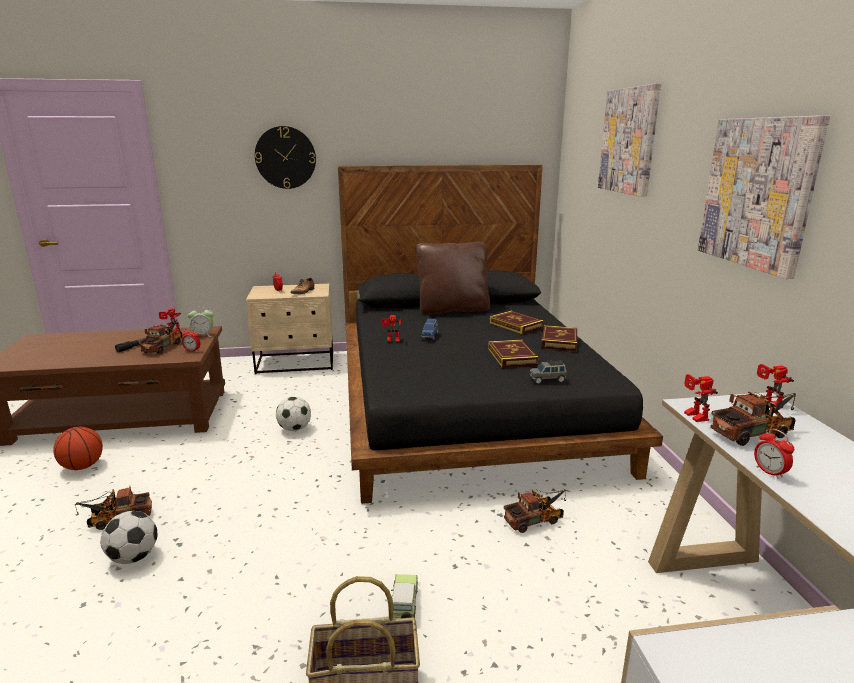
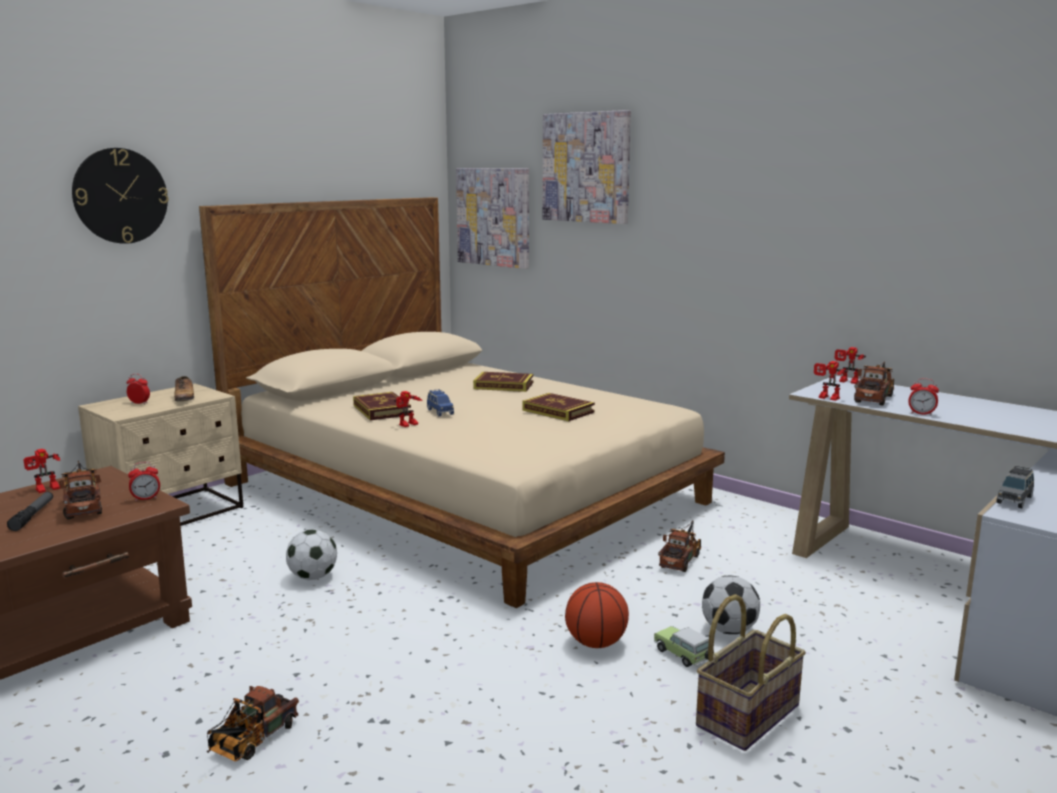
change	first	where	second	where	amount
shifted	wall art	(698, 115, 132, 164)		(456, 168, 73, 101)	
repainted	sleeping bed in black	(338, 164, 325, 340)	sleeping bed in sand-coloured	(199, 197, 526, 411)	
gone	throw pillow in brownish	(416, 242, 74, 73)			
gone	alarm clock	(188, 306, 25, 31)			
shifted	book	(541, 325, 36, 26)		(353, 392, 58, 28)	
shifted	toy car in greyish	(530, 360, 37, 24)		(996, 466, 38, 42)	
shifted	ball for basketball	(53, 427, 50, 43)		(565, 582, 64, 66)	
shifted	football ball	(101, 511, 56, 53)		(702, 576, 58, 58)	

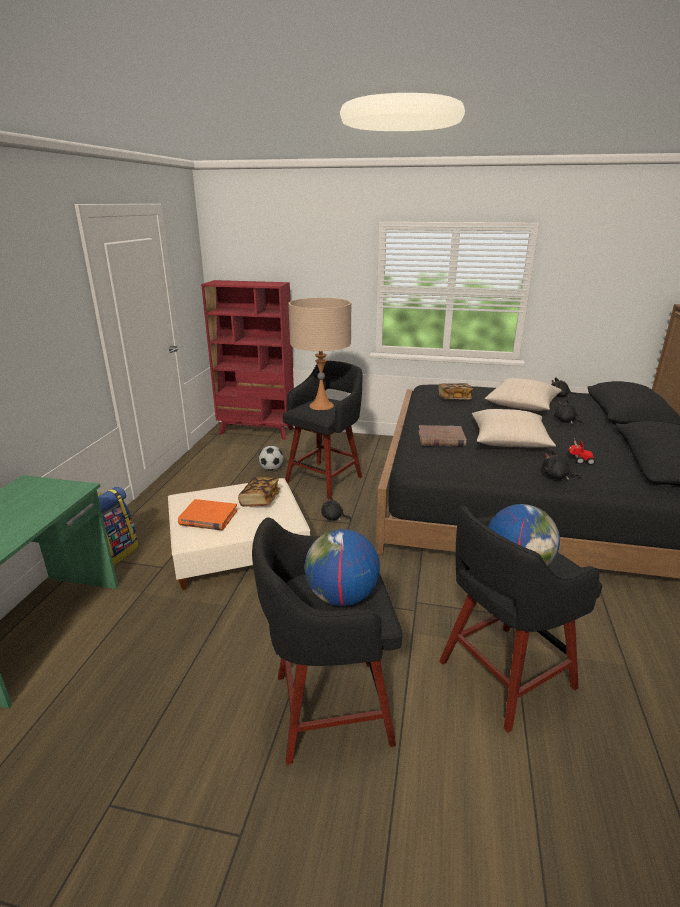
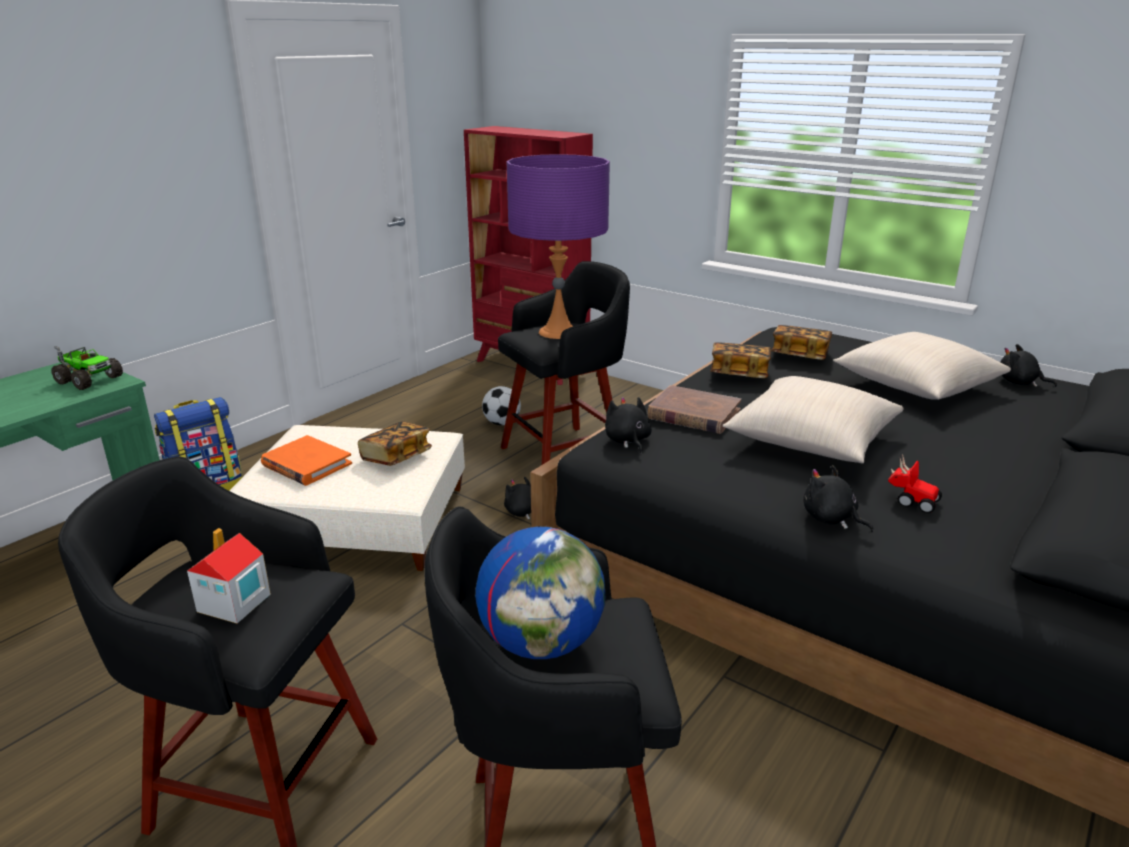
change	first	where	second	where	amount
repainted	table lamp in sand-coloured	(288, 298, 63, 112)	table lamp in purplish	(507, 154, 103, 185)	
shifted	plush toy in black	(554, 400, 30, 25)		(605, 397, 47, 57)	
swapped	desk globe	(305, 529, 75, 77)	miniature house	(187, 528, 84, 95)	
new			book	(710, 342, 61, 36)	
new			toy lorry	(51, 346, 72, 44)	

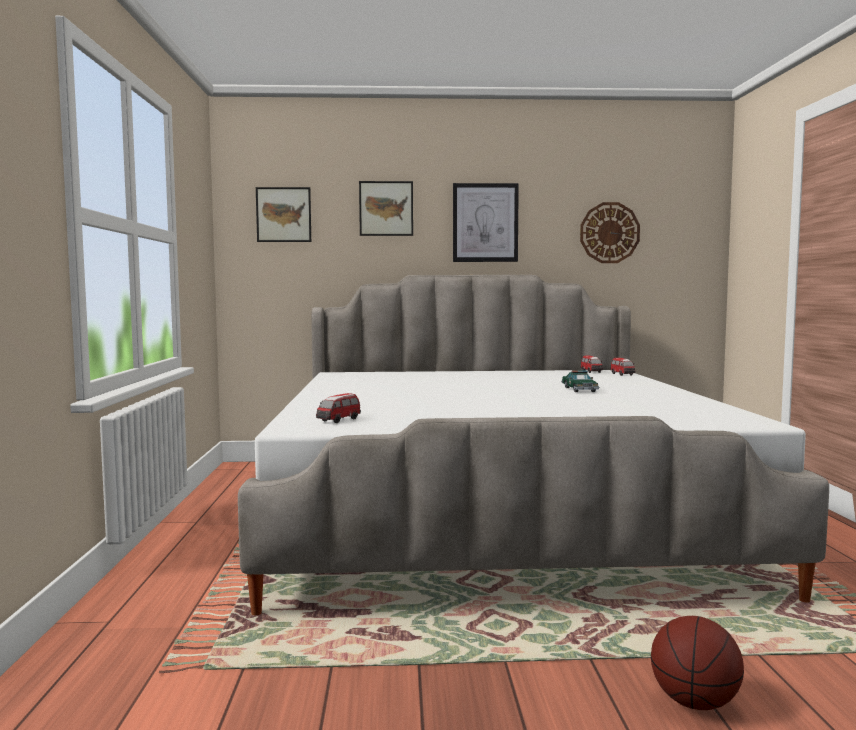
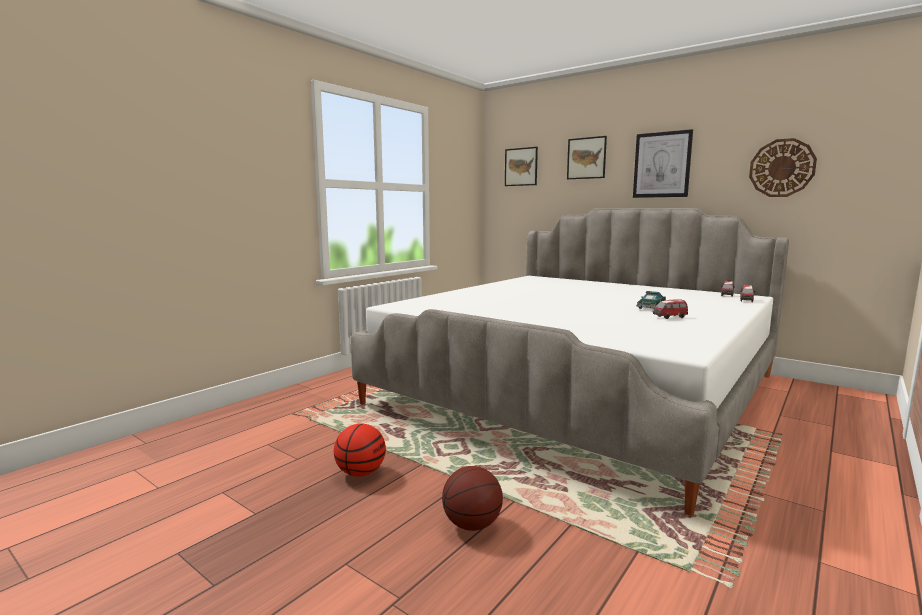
change	first	where	second	where	amount
shifted	toy car	(316, 393, 45, 30)		(653, 299, 35, 20)	
new			ball for basketball	(334, 424, 52, 53)	

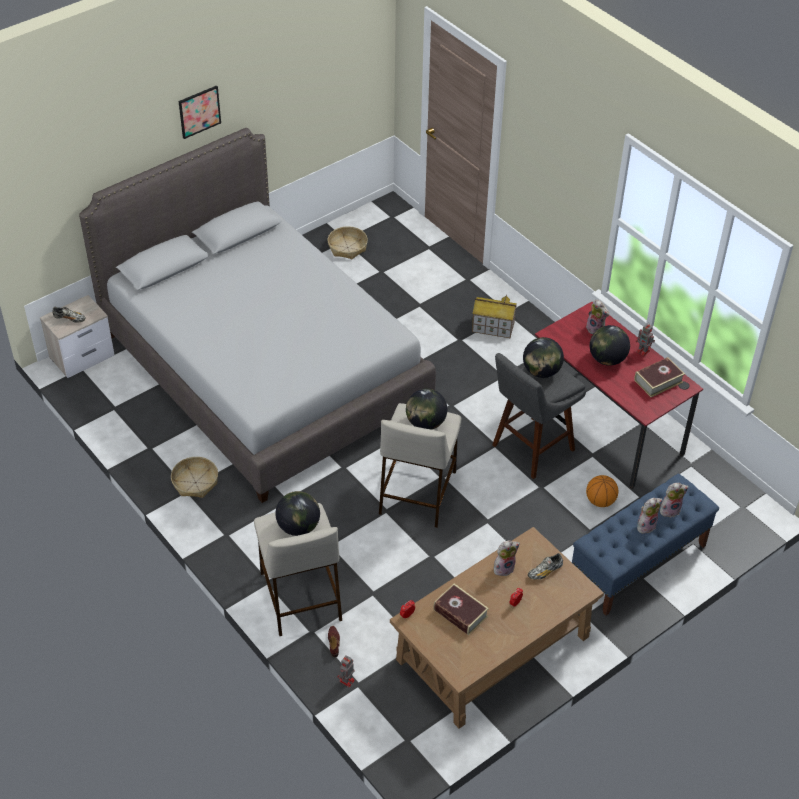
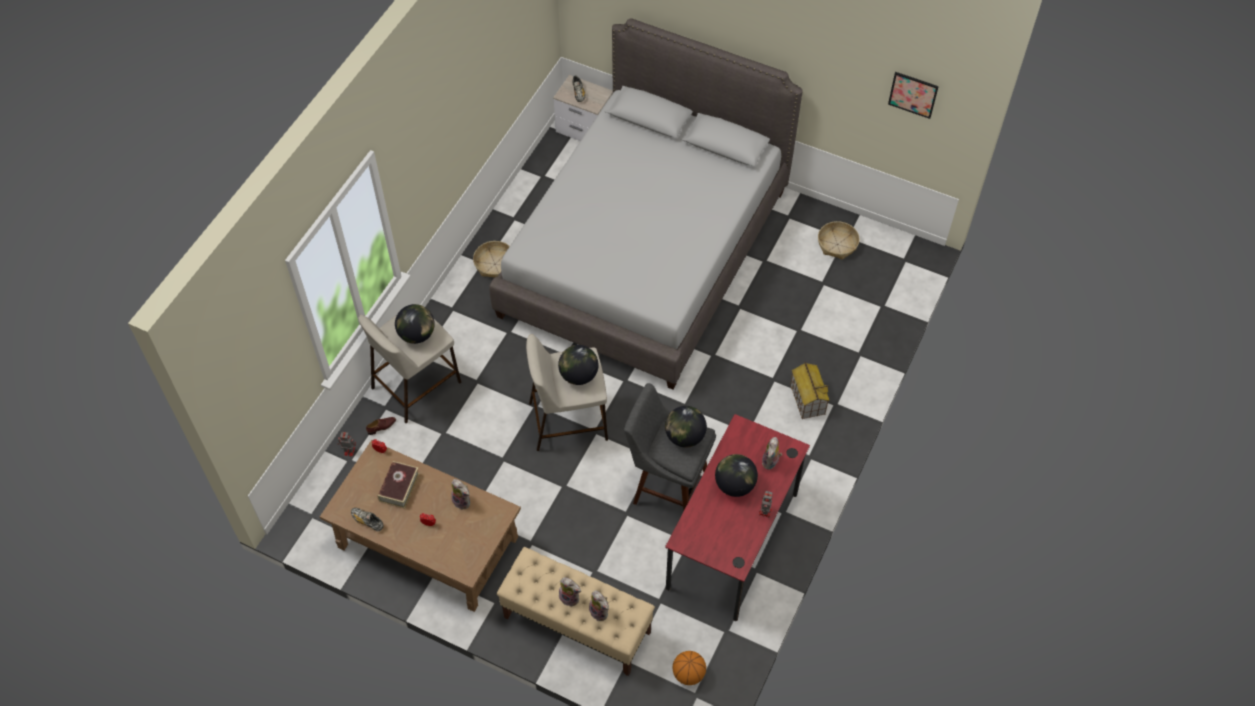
change	first	where	second	where	amount
shifted	wall art	(179, 85, 42, 54)		(888, 72, 51, 47)	
gone	book	(634, 357, 51, 40)			
repainted	long seat in blue-coloured	(572, 474, 147, 142)	long seat in sand-coloured	(497, 547, 158, 129)	
shifted	ball for basketball	(586, 475, 32, 32)		(673, 651, 33, 34)	
shifted	shoe	(528, 553, 35, 26)		(351, 508, 33, 23)	

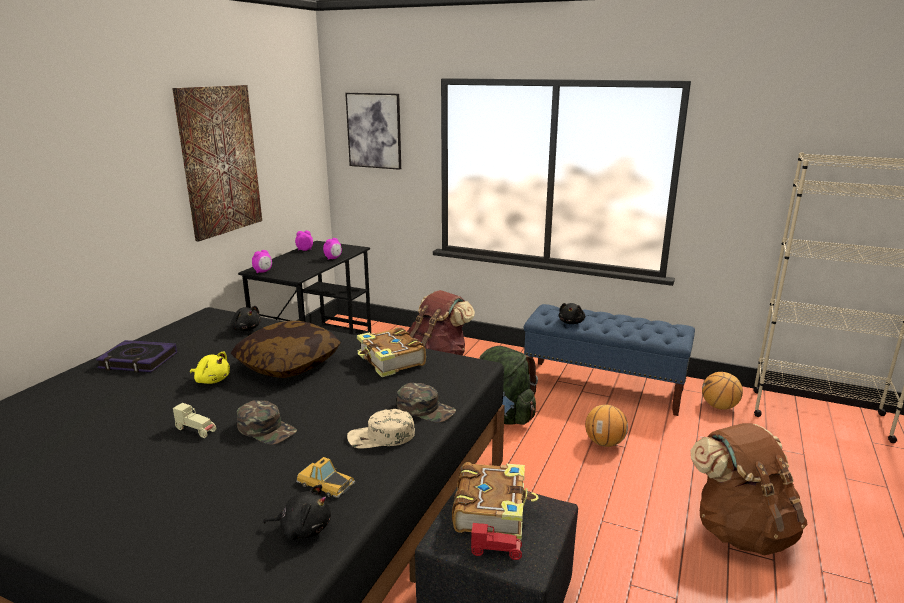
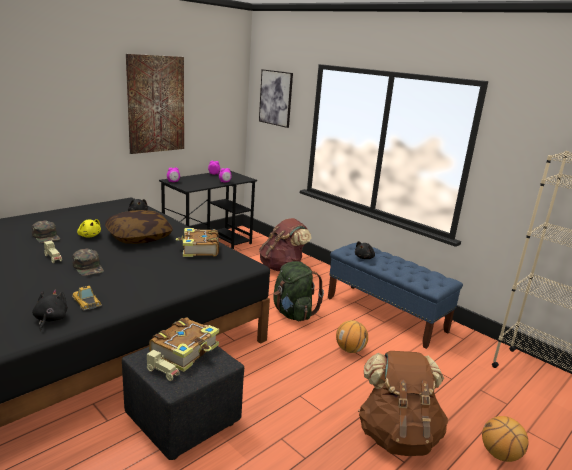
change	first	where	second	where	amount
gone	book	(96, 340, 81, 33)			
shifted	ball for basketball	(702, 372, 41, 38)		(482, 416, 47, 46)	
shifted	peaked cap in greenish	(397, 383, 59, 40)		(31, 221, 29, 22)	
gone	peaked cap in sand-coloured	(347, 409, 68, 40)			
rotated	plush toy in black	(263, 484, 68, 56)		(32, 290, 36, 41)	120 degrees counterclockwise
repainted	toy car in reddish	(471, 523, 51, 37)	toy car in sand-coloured	(147, 349, 33, 32)	

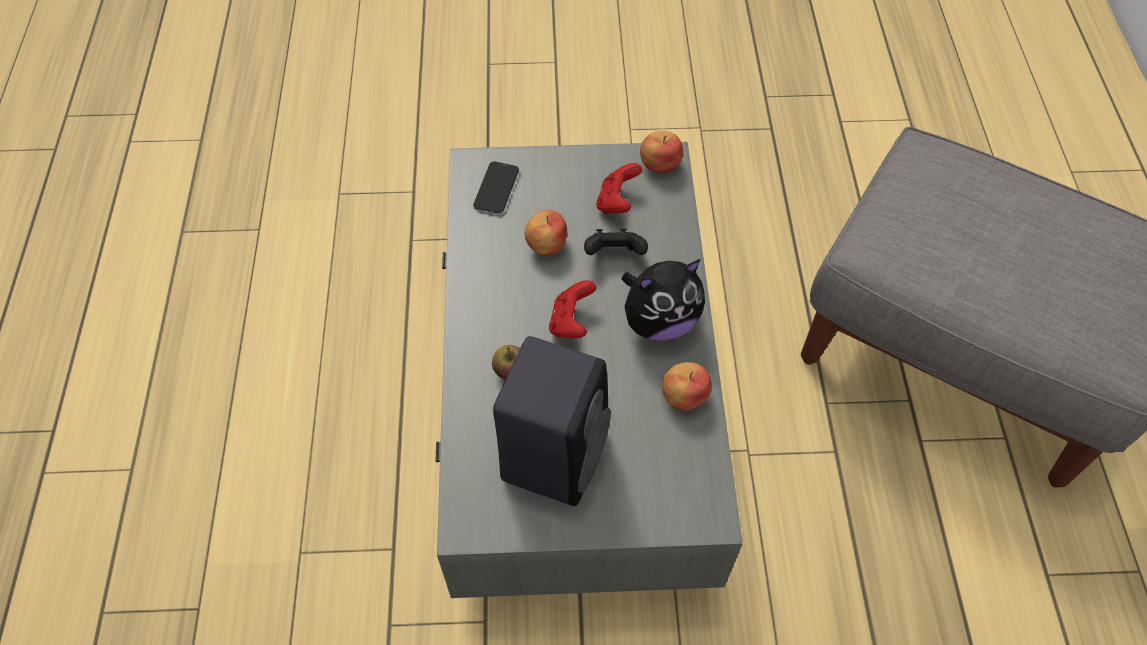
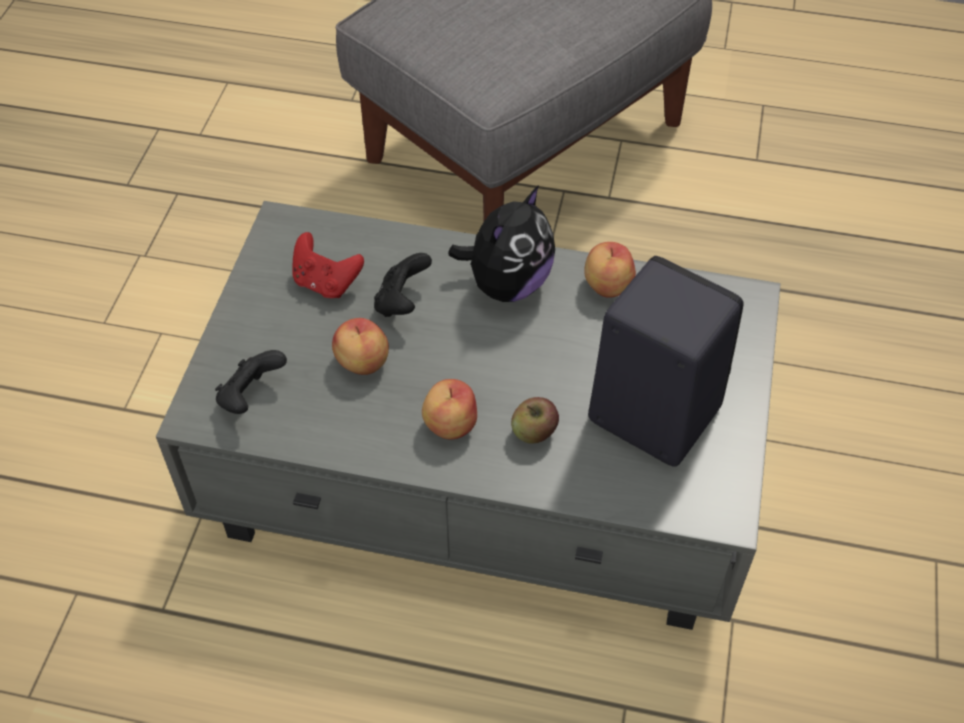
change	first	where	second	where	amount
shifted	apple fruit	(640, 131, 43, 42)		(422, 379, 55, 60)	
swapped	phone	(473, 162, 46, 52)	joypad in black	(215, 350, 72, 64)	
rotated	plush toy	(621, 259, 84, 82)		(448, 185, 107, 117)	45 degrees clockwise
gone	joypad in reddish	(549, 280, 47, 58)			

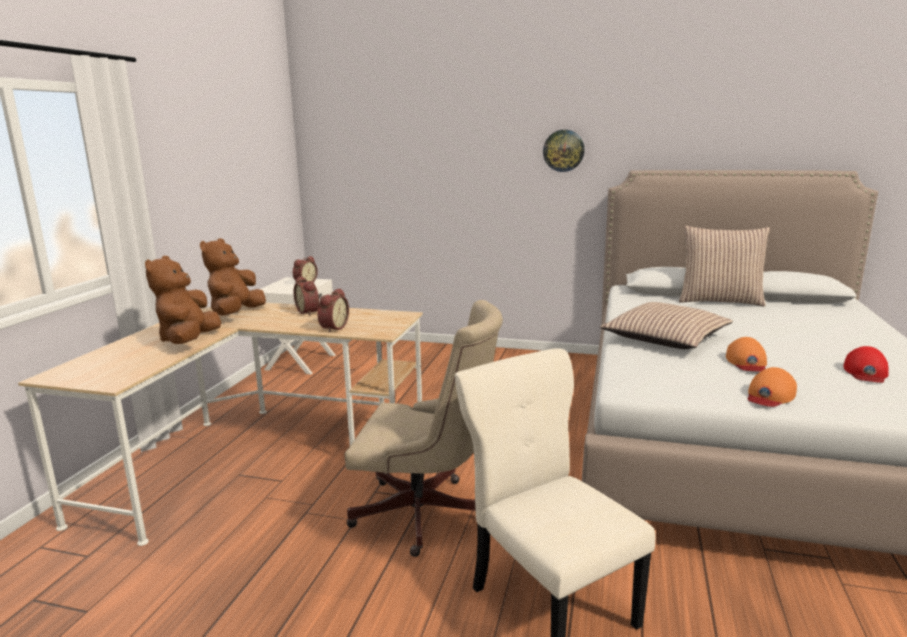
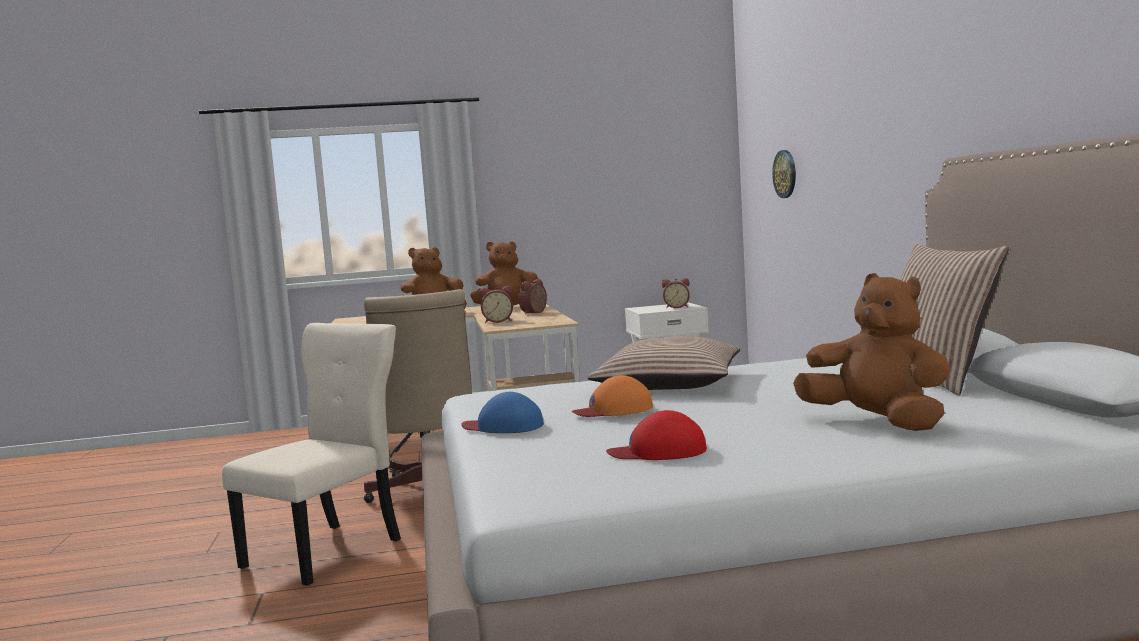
change	first	where	second	where	amount
shifted	wall clock	(543, 130, 42, 42)		(772, 150, 24, 48)	
repainted	peaked cap in orangey	(748, 367, 49, 40)	peaked cap in blue-coloured	(461, 392, 83, 41)	
new			plush toy in brownish	(793, 273, 157, 158)	

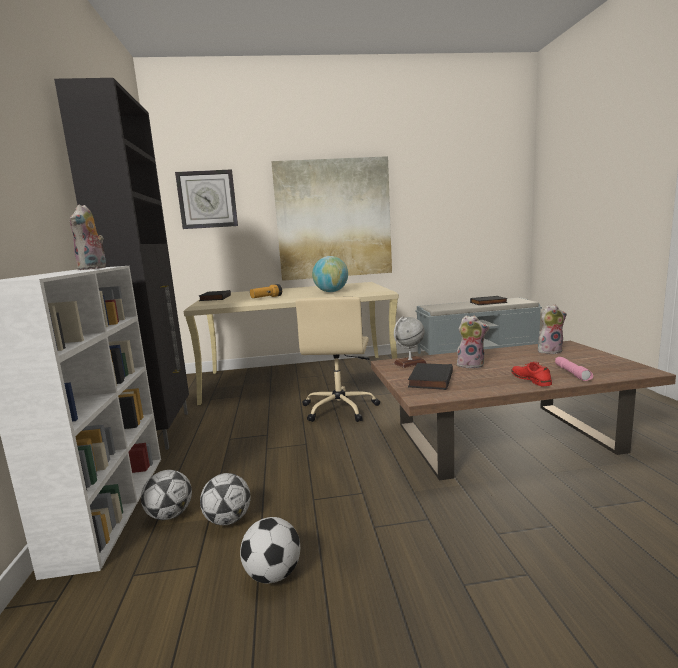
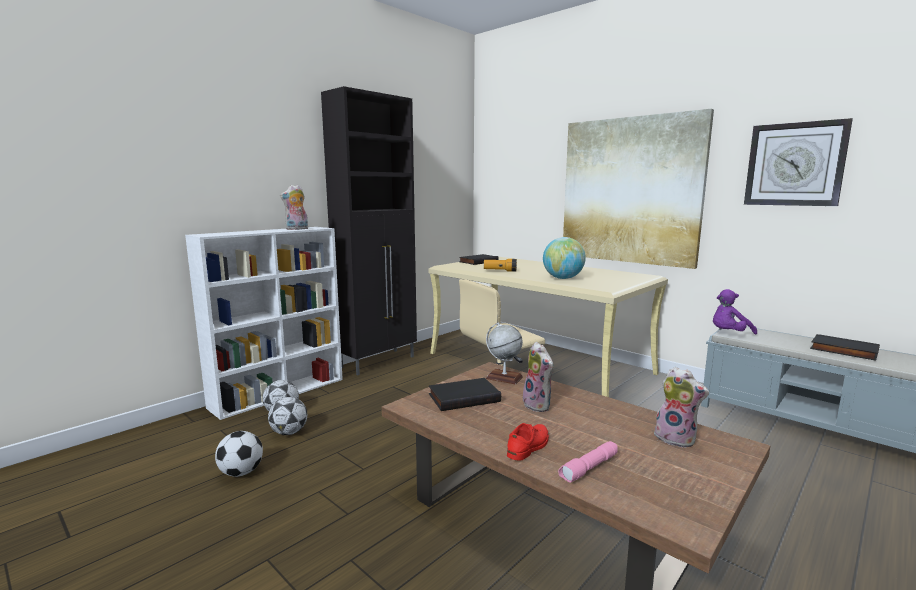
change	first	where	second	where	amount
shifted	wall clock	(175, 169, 63, 60)		(744, 118, 109, 88)	
new			plush toy in purplish	(713, 289, 44, 46)	

